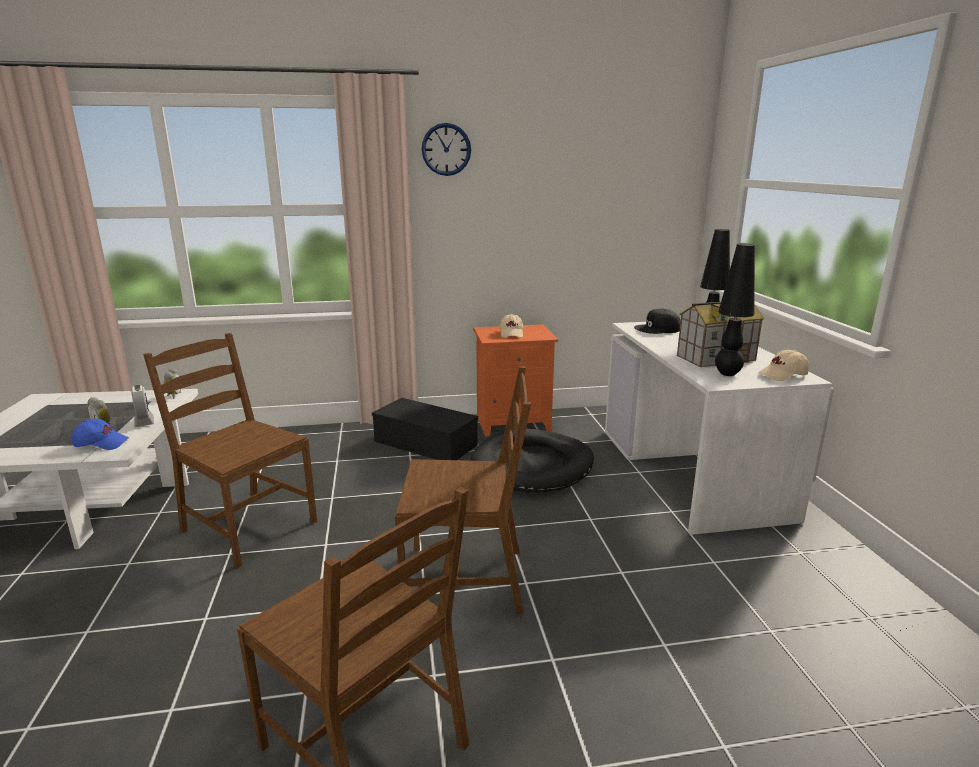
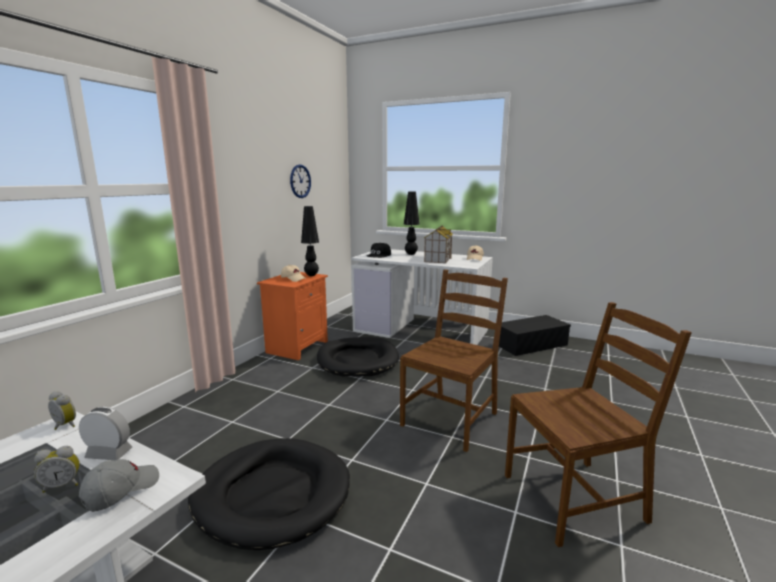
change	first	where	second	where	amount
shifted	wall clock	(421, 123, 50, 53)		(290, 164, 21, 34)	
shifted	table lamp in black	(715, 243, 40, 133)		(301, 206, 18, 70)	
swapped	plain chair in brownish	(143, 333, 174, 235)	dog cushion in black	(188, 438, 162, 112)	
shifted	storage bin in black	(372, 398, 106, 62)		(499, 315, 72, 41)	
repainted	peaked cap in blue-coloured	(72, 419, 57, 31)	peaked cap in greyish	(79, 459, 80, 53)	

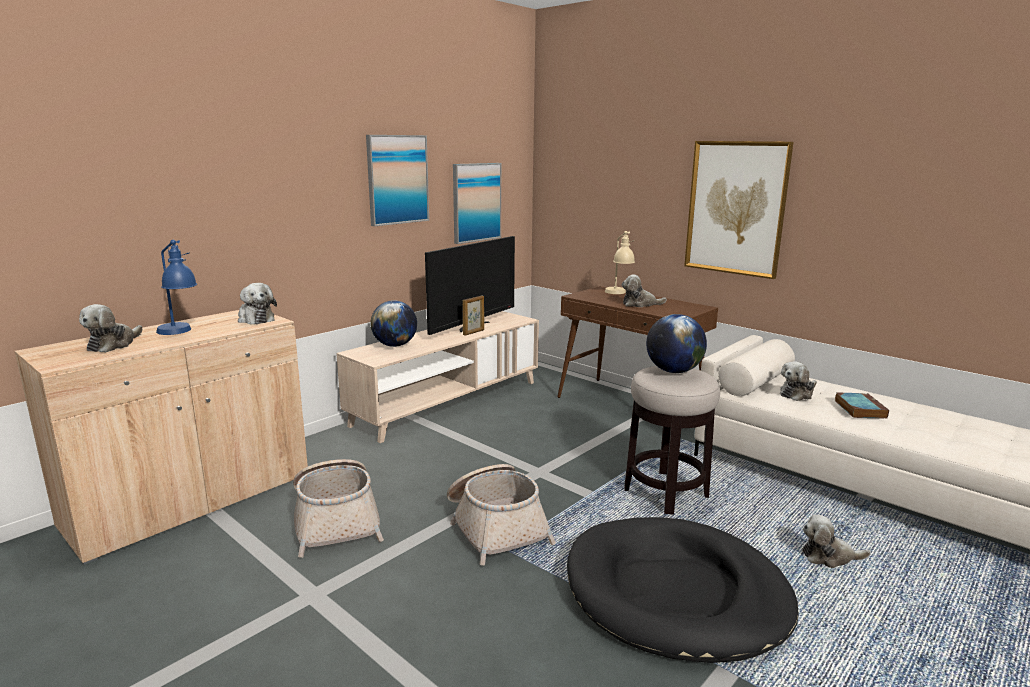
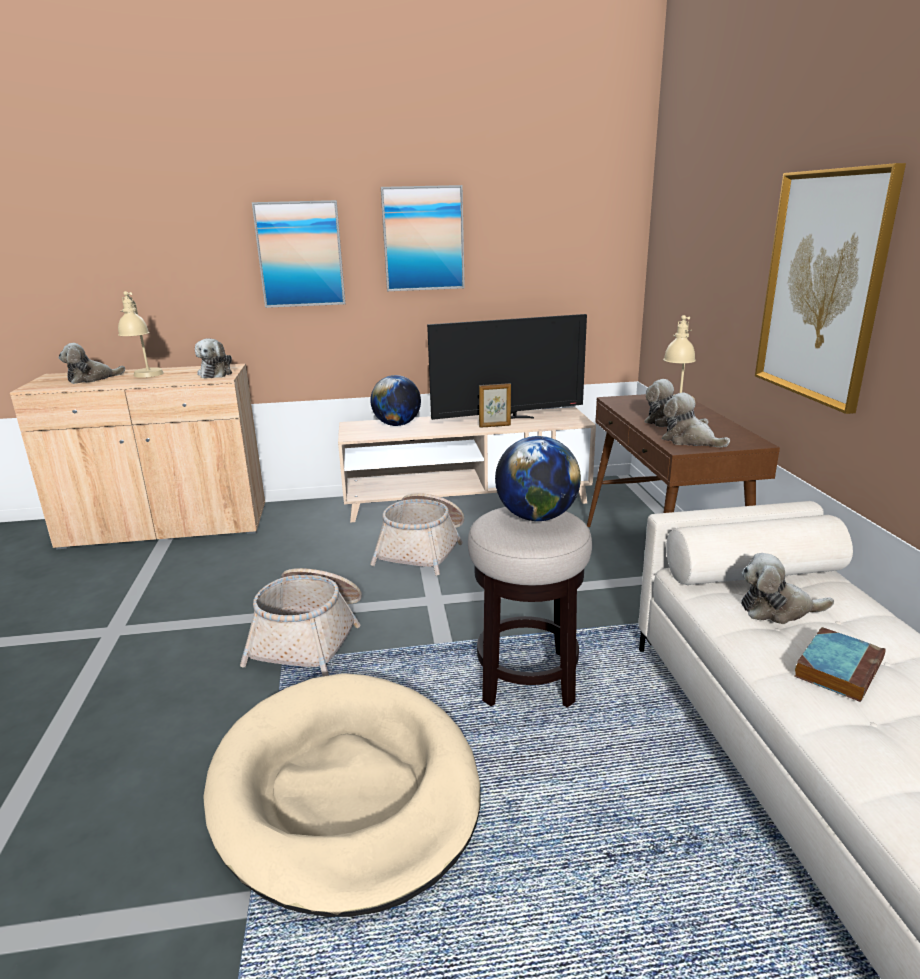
change	first	where	second	where	amount
shifted	wall art	(453, 163, 48, 81)		(252, 200, 93, 108)	
repainted	table lamp in blue-coloured	(156, 240, 41, 95)	table lamp in sand-coloured	(118, 291, 46, 87)	
shifted	storage basket	(293, 459, 91, 99)		(370, 493, 94, 82)	
shifted	plush toy	(802, 514, 68, 54)		(661, 393, 69, 54)	
repainted	dog cushion in black	(567, 517, 232, 146)	dog cushion in sand-coloured	(203, 673, 278, 244)	

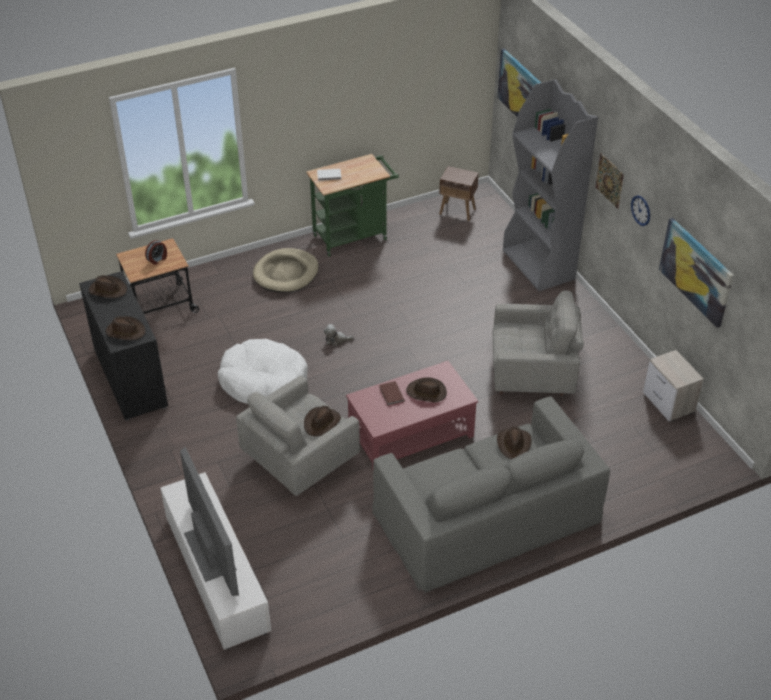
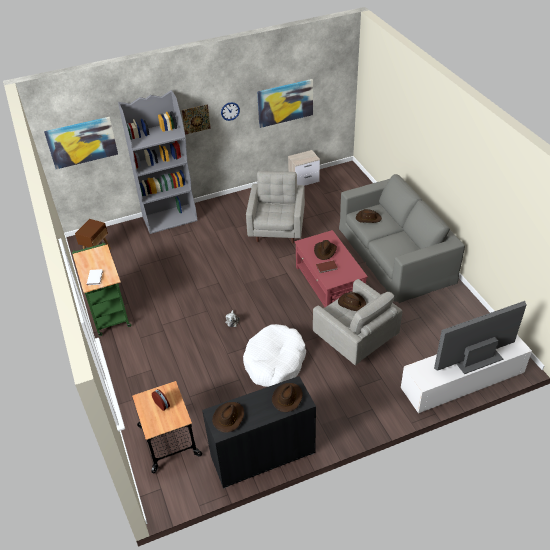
change	first	where	second	where	amount
gone	dog cushion in sand-coloured	(253, 248, 66, 45)			

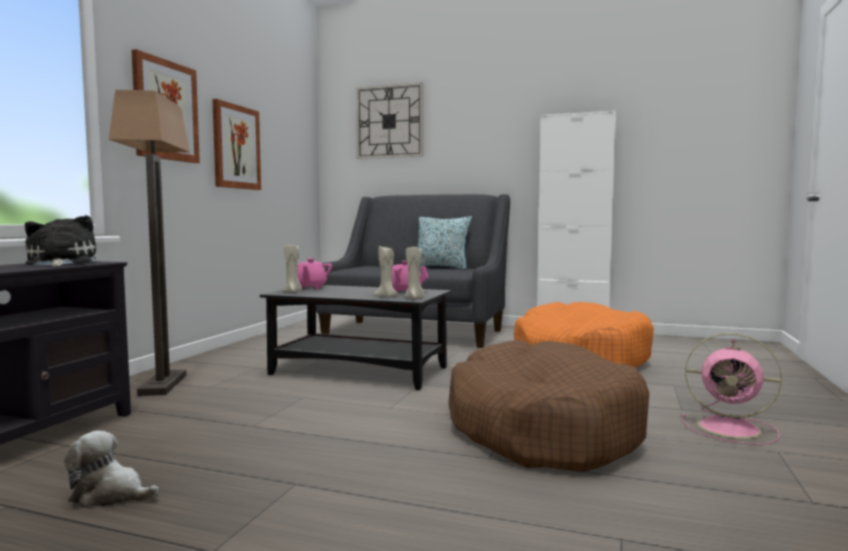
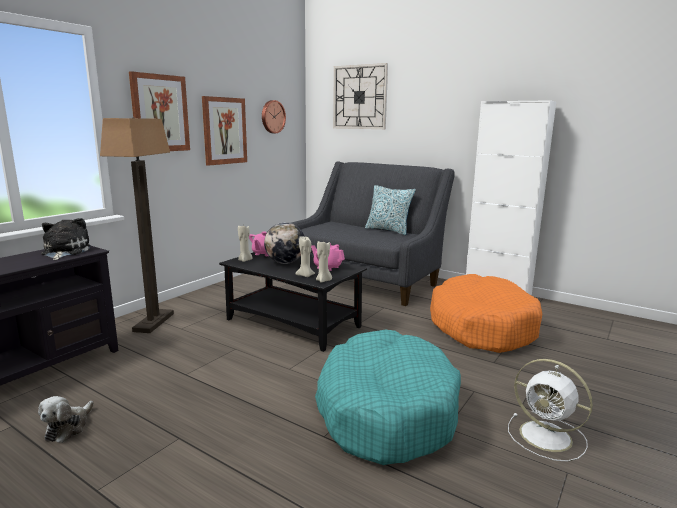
change	first	where	second	where	amount
repainted	fan in pink	(682, 333, 100, 112)	fan in whitish	(508, 359, 85, 103)	
repainted	dog cushion in brownish	(448, 340, 201, 132)	dog cushion in blue-green	(315, 329, 146, 136)	
rotated	plush toy	(64, 431, 95, 77)		(38, 396, 56, 47)	105 degrees counterclockwise
new			wall clock	(262, 100, 24, 33)	
new			desk globe	(264, 222, 41, 42)	

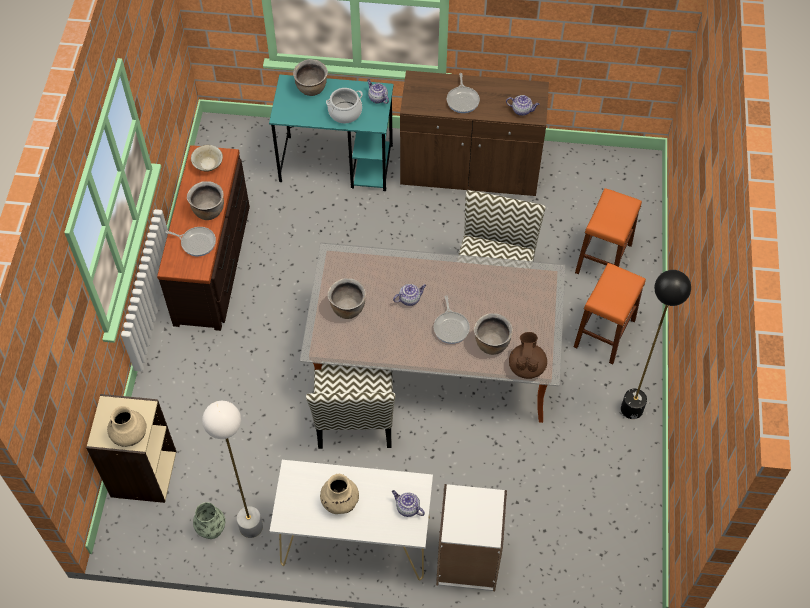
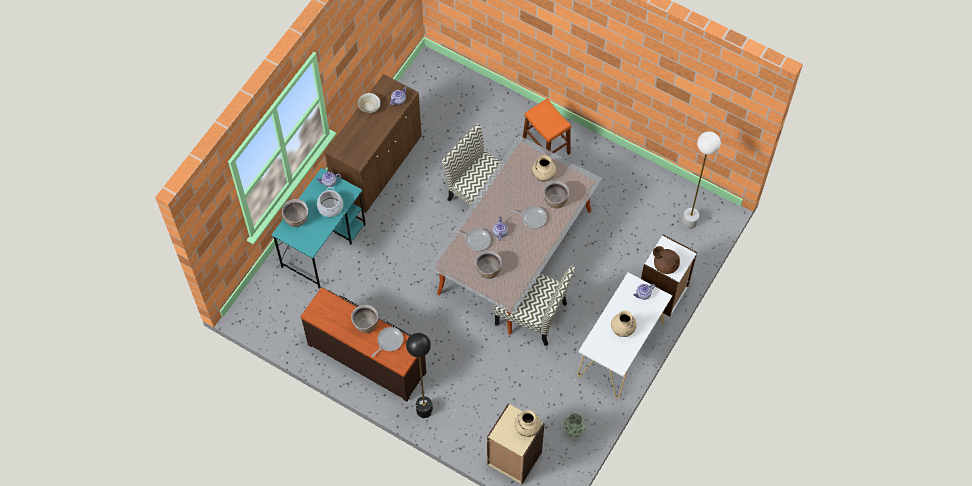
change	first	where	second	where	amount
shifted	pan	(447, 73, 33, 40)		(455, 228, 36, 23)	
shifted	deep dish in sand-coloured	(191, 145, 32, 27)		(358, 93, 23, 20)	
gone	stool seat in orangey	(575, 188, 67, 86)			
shifted	floor lamp in black	(621, 270, 70, 149)		(406, 333, 27, 85)	
shifted	teapot in brownish	(509, 332, 38, 47)		(653, 246, 27, 28)	
shifted	floor lamp in whitish	(202, 401, 61, 137)		(682, 132, 39, 97)	
new			flower vase in sand-coloured	(532, 155, 24, 26)	

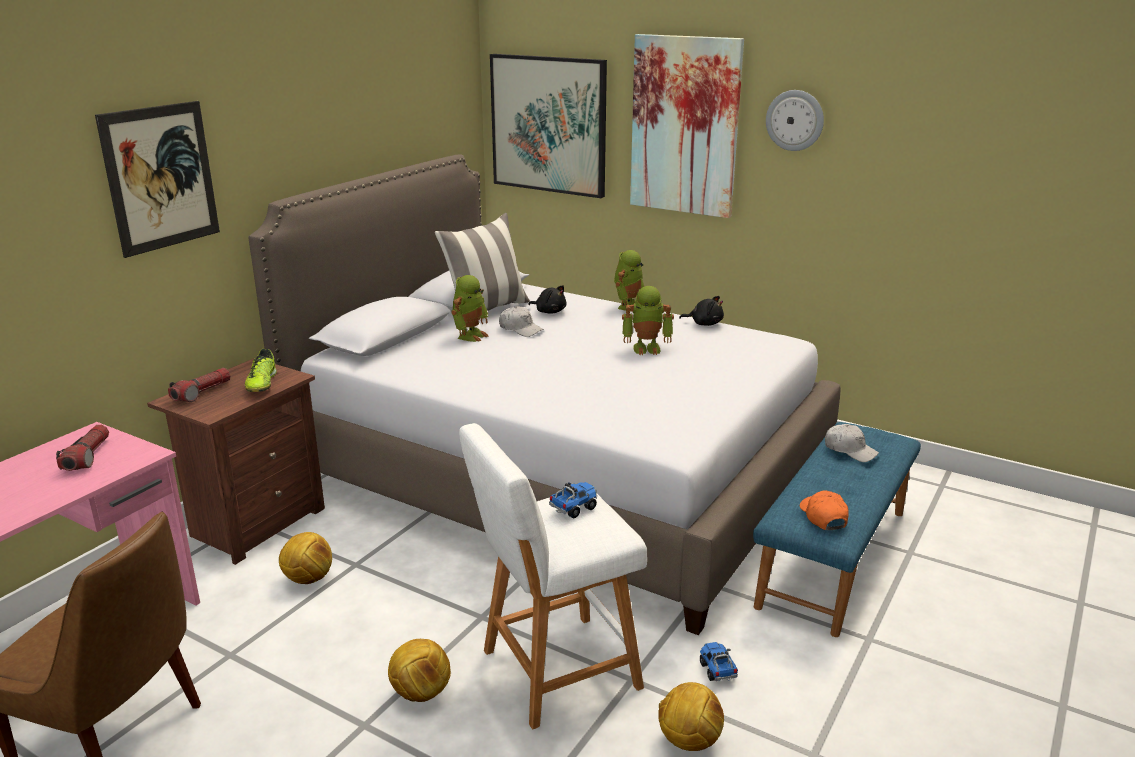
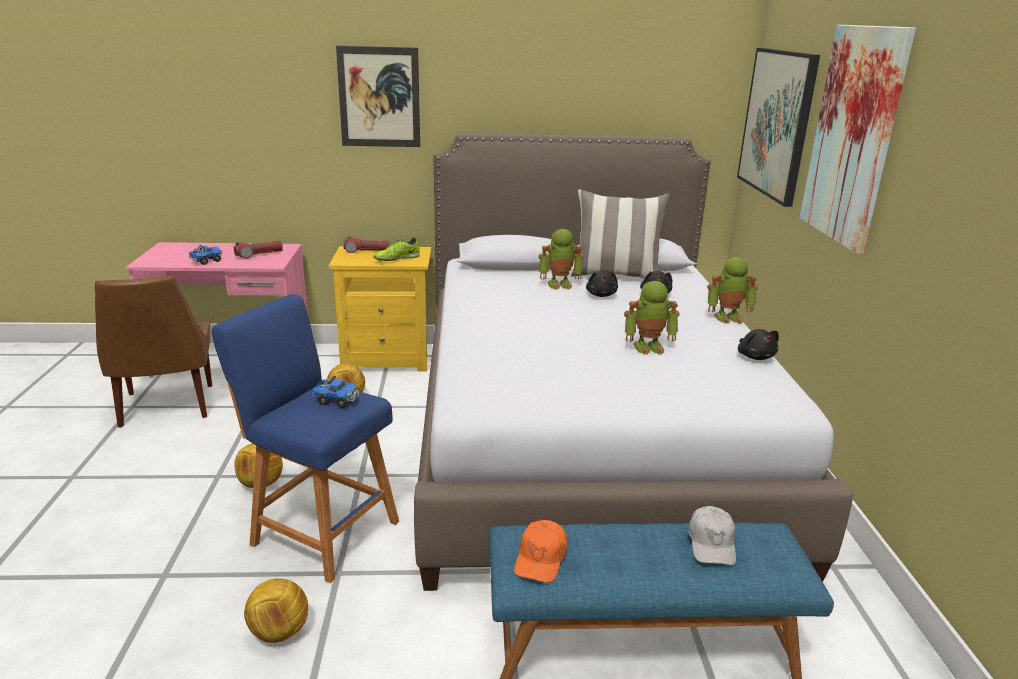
change	first	where	second	where	amount
gone	wall clock	(766, 90, 58, 61)			
rotated	toy robot	(622, 286, 52, 69)		(624, 281, 56, 74)	60 degrees counterclockwise
swapped	peaked cap in whitish	(499, 306, 45, 31)	plush toy in black	(586, 271, 32, 26)	
repainted	nightstand in brownish	(147, 358, 178, 207)	nightstand in yellow	(329, 246, 102, 126)	
repainted	stool seat in whitish	(459, 423, 188, 306)	stool seat in blue-coloured	(212, 294, 187, 289)	
rotated	peaked cap in orangey	(800, 490, 49, 40)		(514, 520, 53, 63)	150 degrees clockwise
shifted	toy lorry	(700, 642, 38, 39)		(189, 245, 33, 20)	

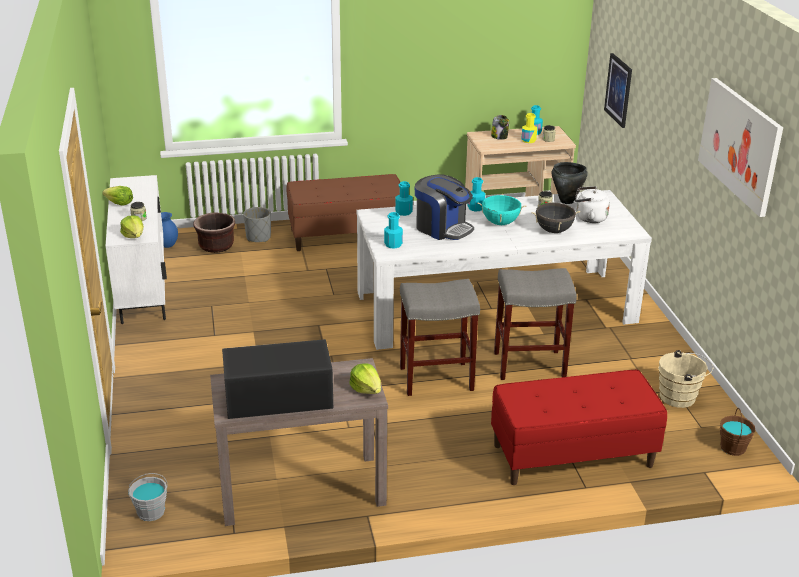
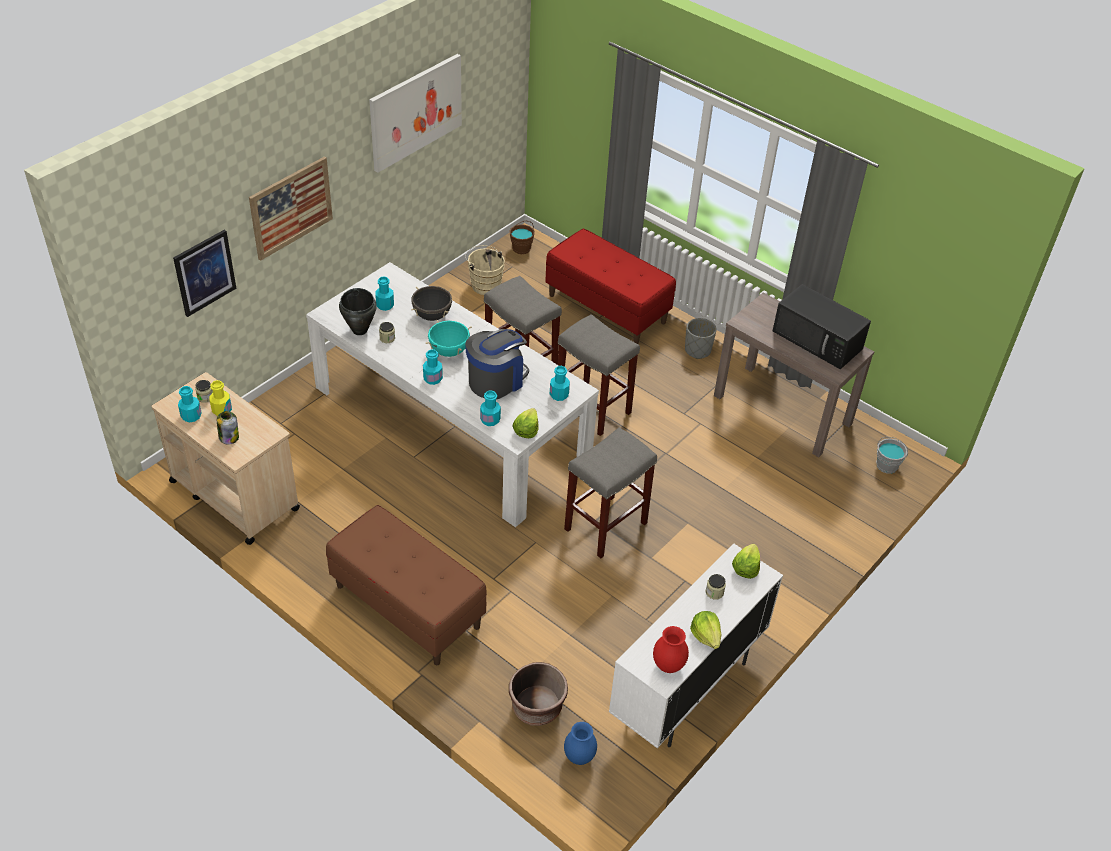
change	first	where	second	where	amount
rotated	coffee brewer	(415, 174, 59, 66)		(465, 329, 64, 71)	45 degrees clockwise
swapped	kettle in whitish	(575, 186, 35, 37)	bottle in blue-green	(375, 276, 19, 35)	
shifted	planter in greyish	(243, 207, 28, 35)		(685, 318, 32, 41)	
shifted	lettuce head	(349, 363, 32, 31)		(513, 408, 26, 30)	
new			wall art	(249, 157, 84, 104)	
new			stool seat in greyish	(564, 427, 93, 131)	
new			flower vase in reddish	(653, 626, 36, 47)	

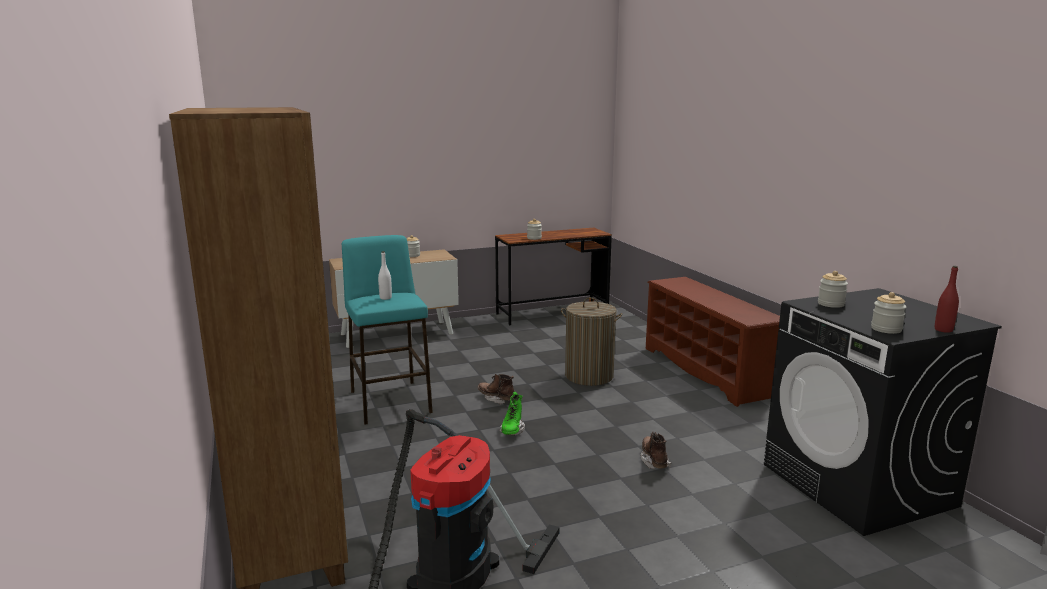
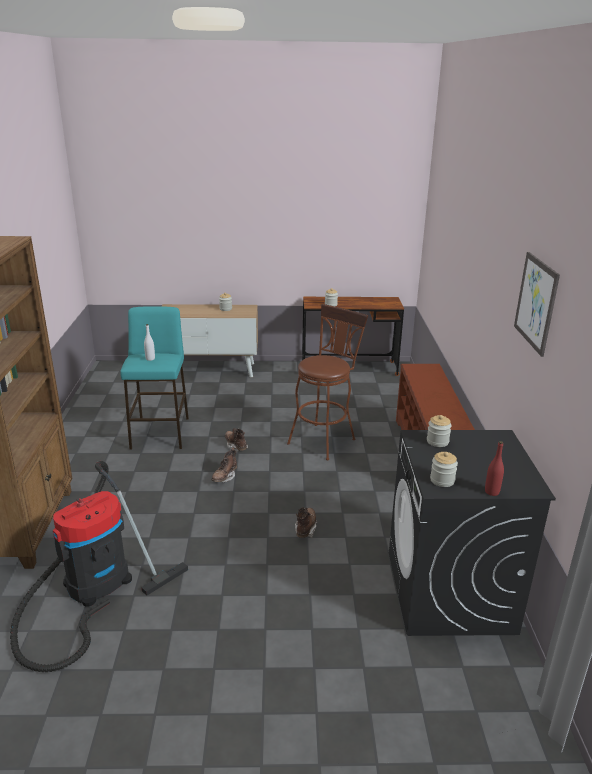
change	first	where	second	where	amount
swapped	laundry basket	(561, 297, 62, 89)	stool seat in brownish	(287, 304, 81, 157)	
repainted	high-top boot in greenish	(499, 392, 26, 43)	high-top boot in brownish	(211, 448, 26, 34)	
new			wall art	(514, 252, 46, 105)	

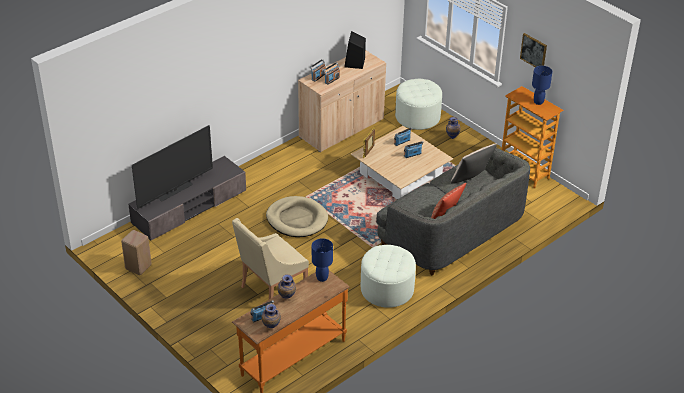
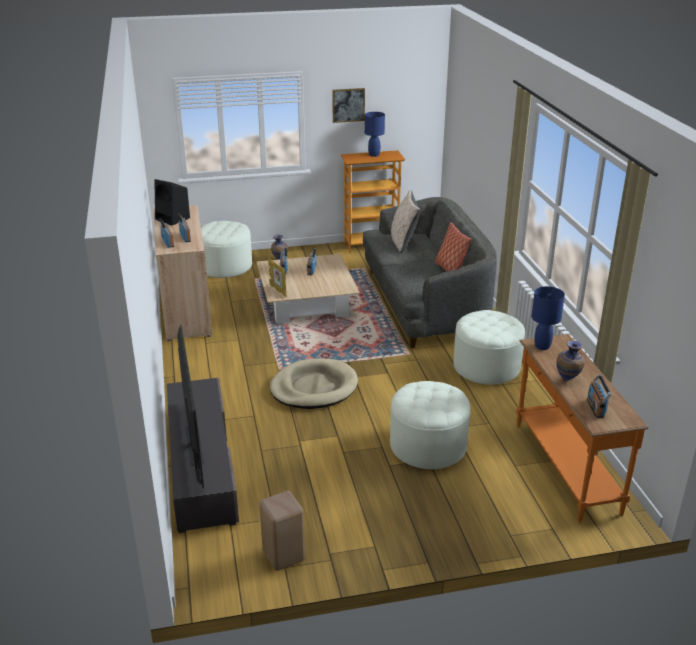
change	first	where	second	where	amount
swapped	armchair in sand-coloured	(232, 218, 77, 81)	ottoman in whitish	(390, 381, 80, 88)	
gone	flower vase	(261, 303, 20, 25)			

